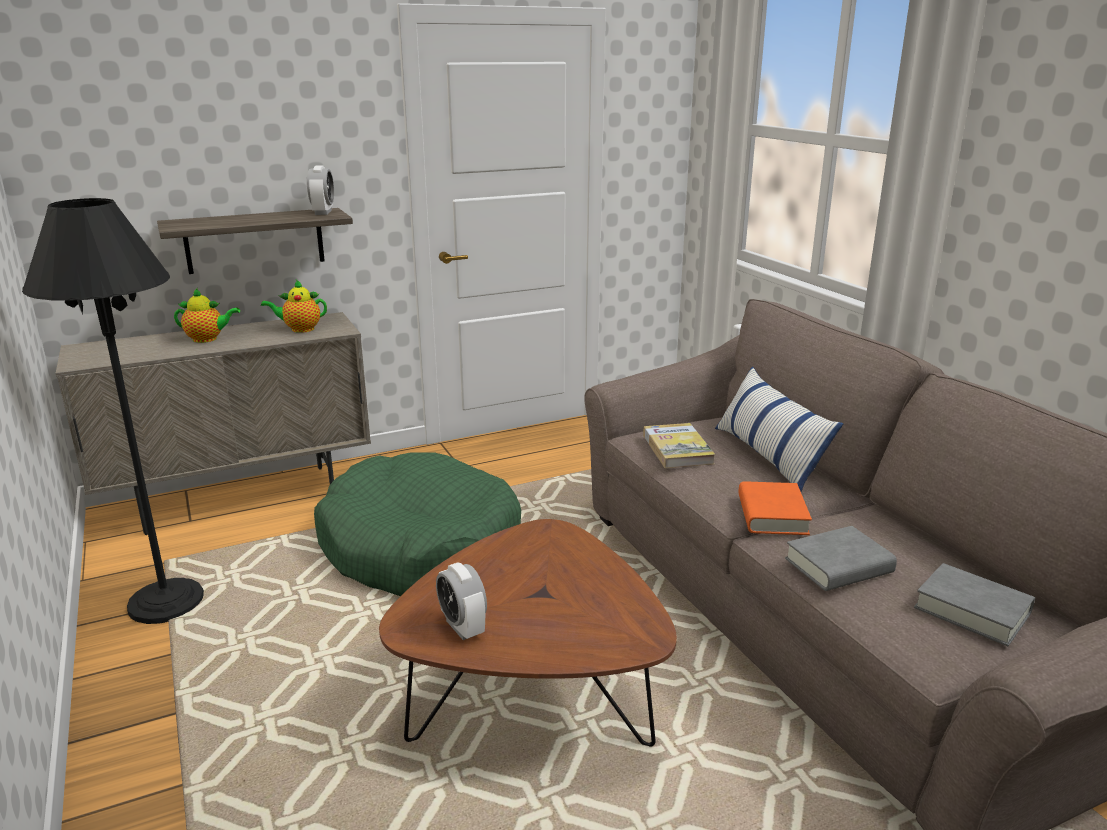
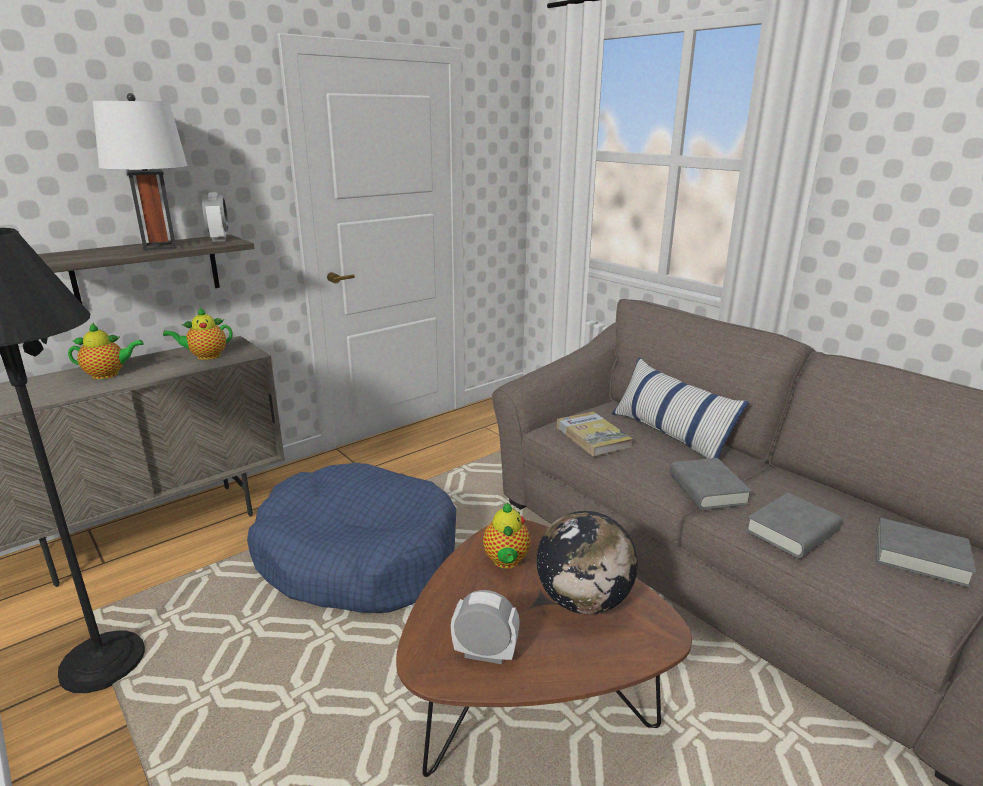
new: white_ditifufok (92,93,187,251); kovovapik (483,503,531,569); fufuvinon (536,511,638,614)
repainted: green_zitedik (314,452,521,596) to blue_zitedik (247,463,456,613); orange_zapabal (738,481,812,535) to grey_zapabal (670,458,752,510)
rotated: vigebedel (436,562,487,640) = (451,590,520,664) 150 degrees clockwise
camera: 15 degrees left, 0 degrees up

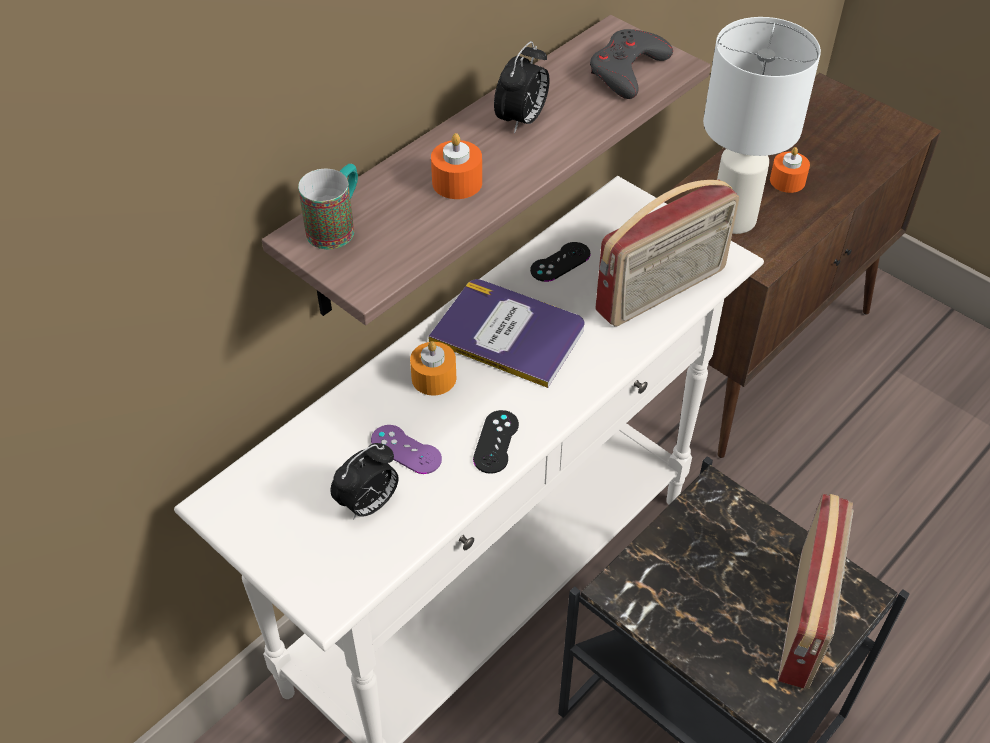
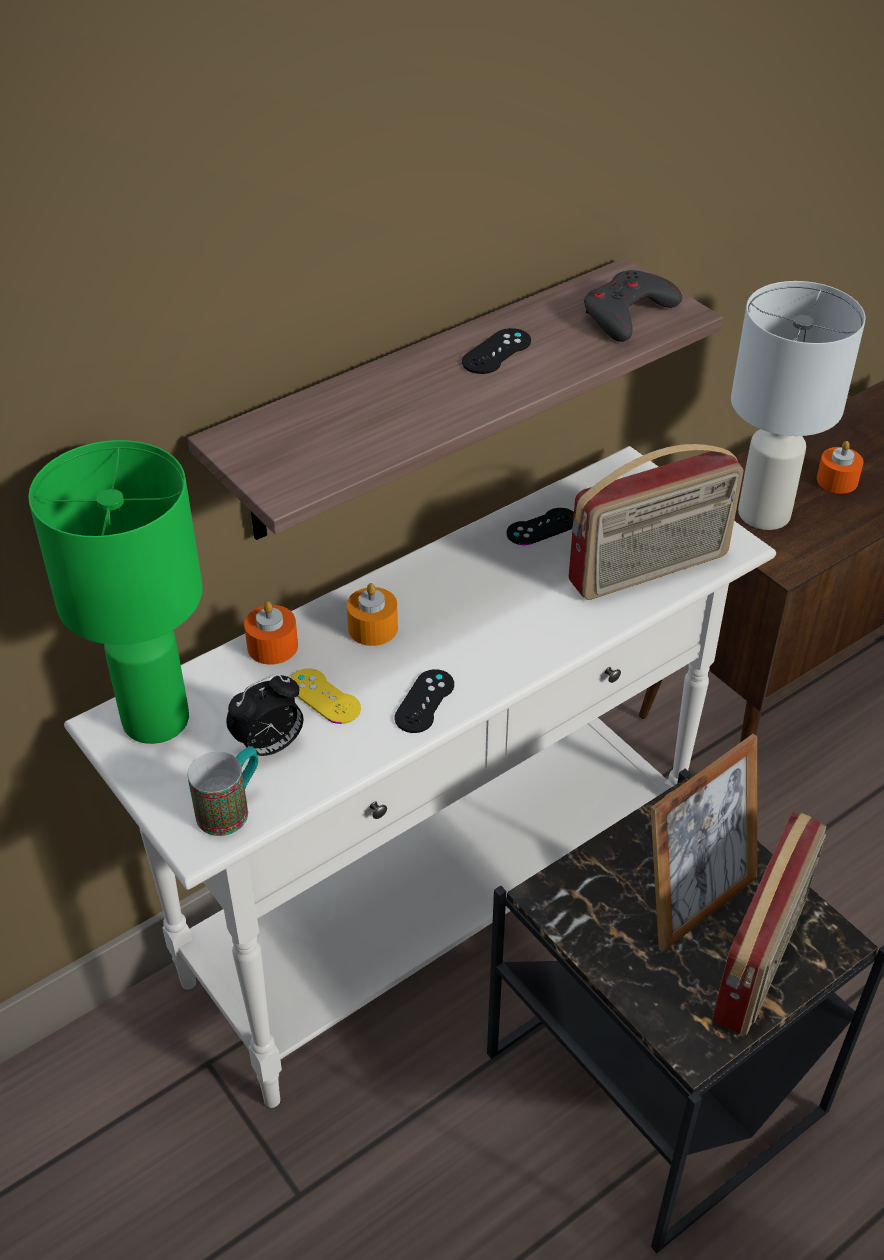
gone: zapabal (428,279,584,388)
new: green_ditifufok (28,440,202,744); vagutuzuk (650,734,757,952)
shifted: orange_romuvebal (431,133,482,199) to (244,601,298,665); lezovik (298,164,358,249) to (188,746,258,836)
swapped: vigebedel (494,41,550,134) to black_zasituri (462,328,531,374)
repainted: purple_zasituri (371,425,442,474) to yellow_zasituri (290,668,361,724)
camera: 10 degrees right, 5 degrees down

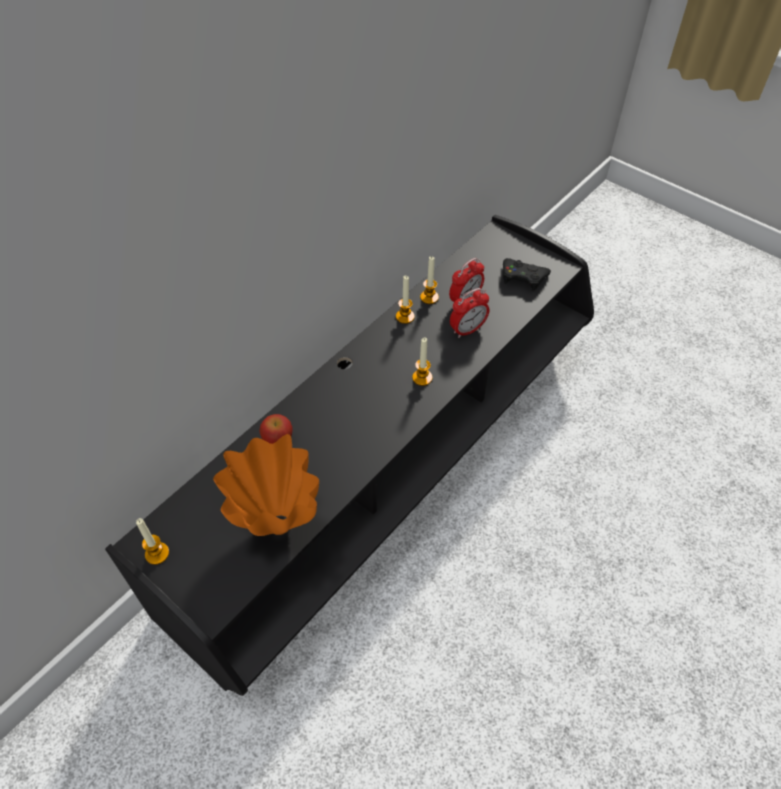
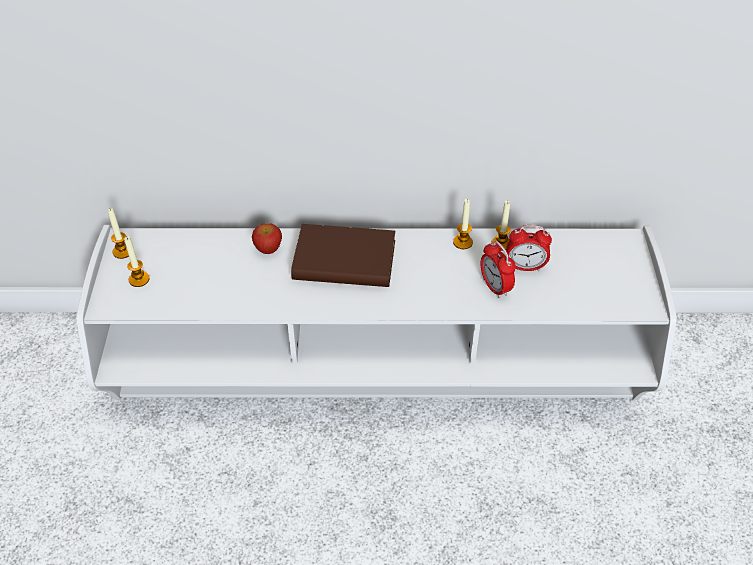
gone: black_zasituri (503,258,551,291); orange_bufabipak (213,434,319,536)
new: brown_zapabal (291,224,395,287)
shifted: romuvebal (412,337,433,386) to (124,236,150,287)
repainted: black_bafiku (105,215,594,696) to white_bafiku (76,225,677,400)
rotated: vigebedel (450,288,489,338) = (480,241,516,298) 45 degrees clockwise
camera: 50 degrees right, 5 degrees down

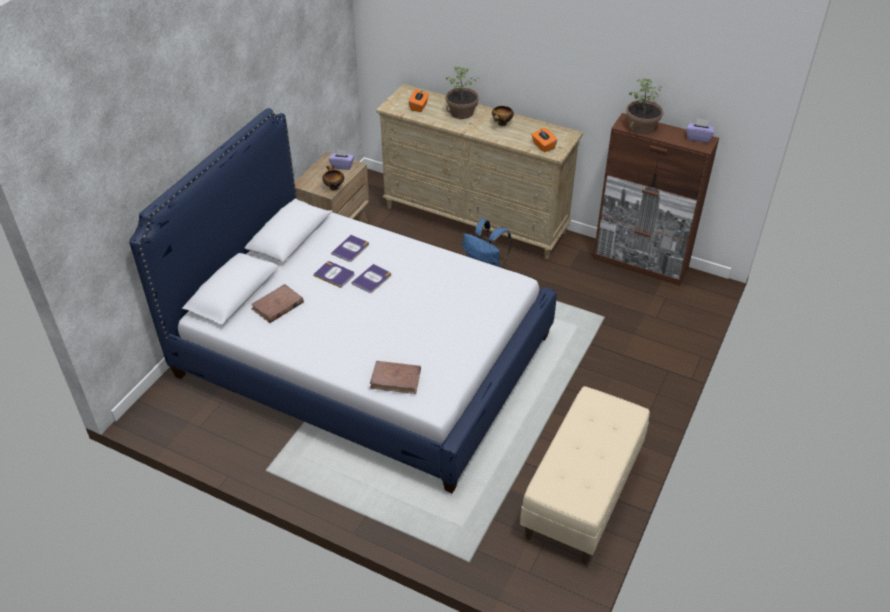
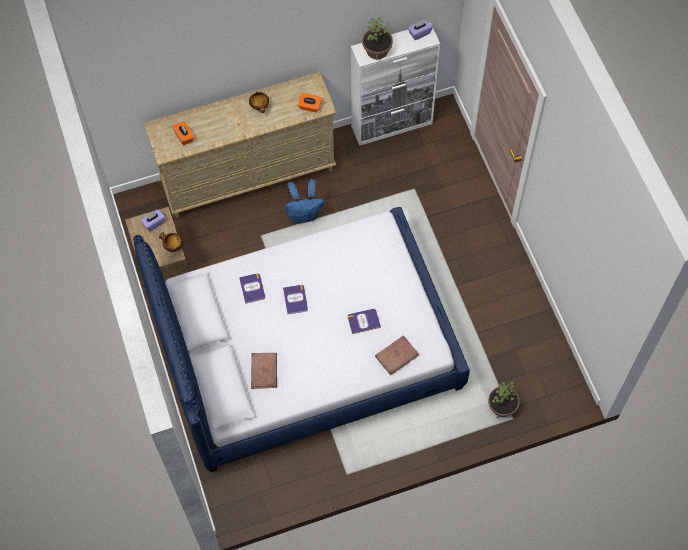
gone: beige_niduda (520,386,650,564)
shifted: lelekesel (446,67,479,119) to (488,381,520,418); zapabal (313,261,355,288) to (348,309,381,334)
repainted: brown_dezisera (593,113,719,286) to white_dezisera (351,23,440,146)
camera: 45 degrees left, 20 degrees up

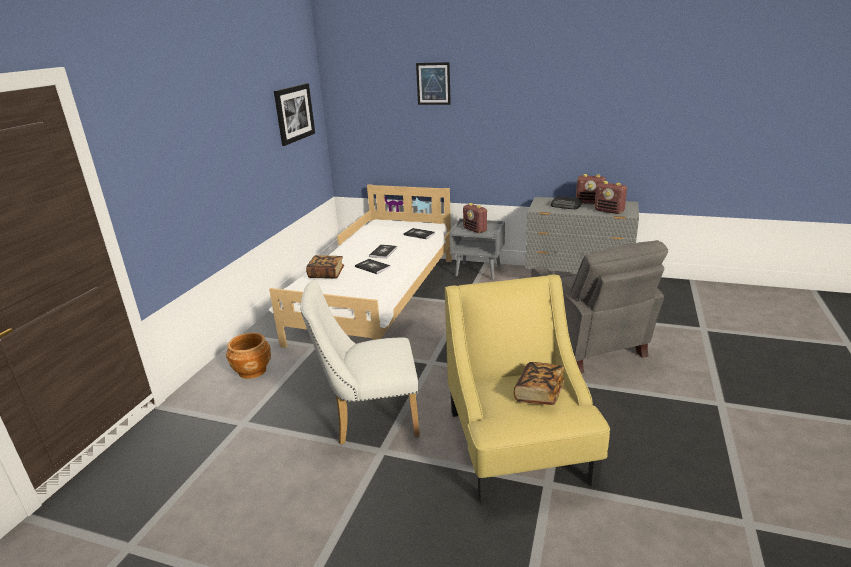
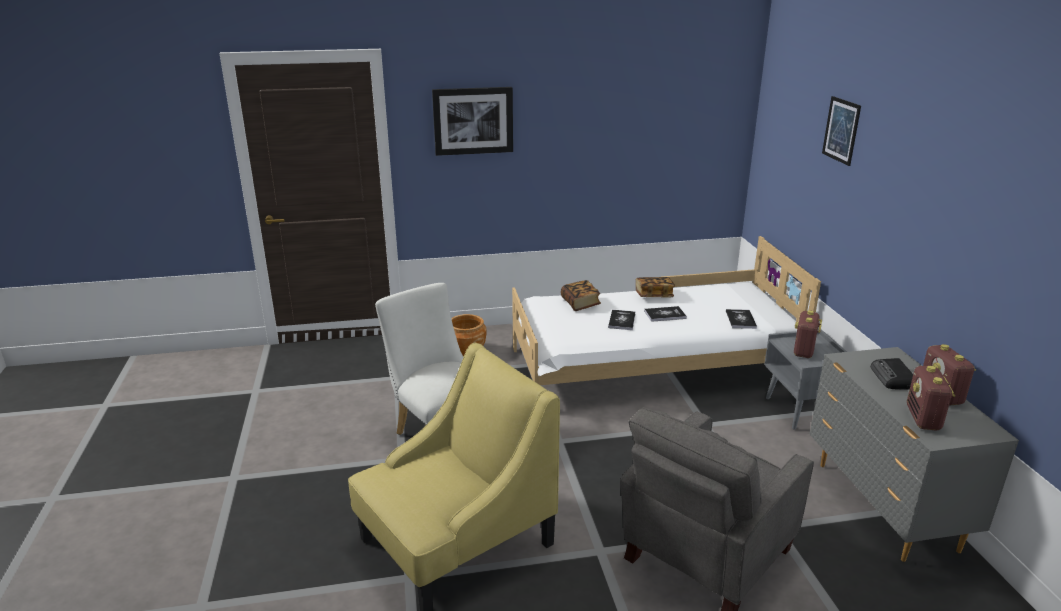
shifted: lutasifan (274,83,315,146) to (432,87,513,156); zapabal (514,362,565,405) to (636,277,675,298)
camera: 60 degrees right, 0 degrees up

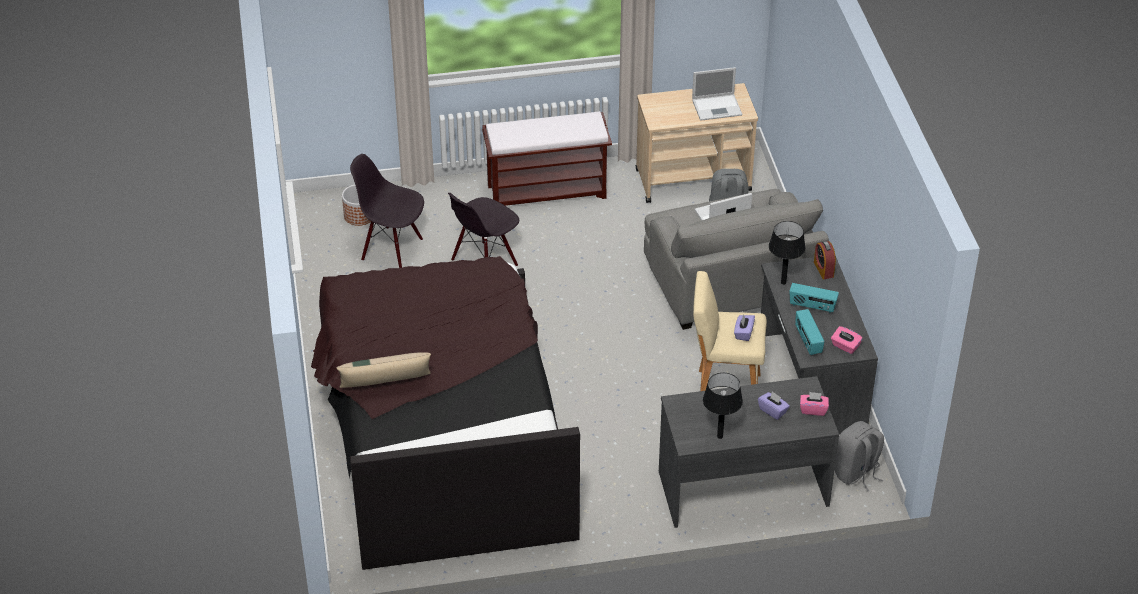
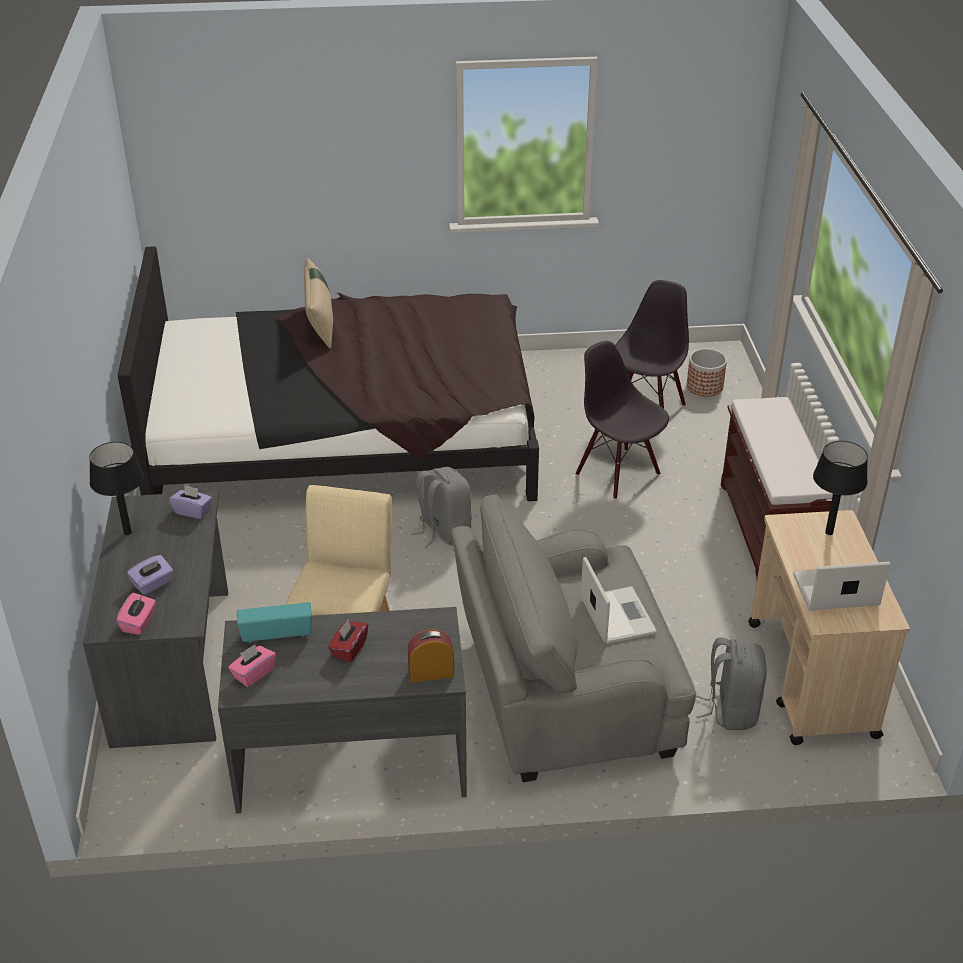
shifted: black_ditifufok (769,221,806,285) to (813,441,868,535); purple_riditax (734,314,755,341) to (169,485,212,519); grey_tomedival (835,421,884,491) to (411,467,472,548)
swapped: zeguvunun (789,283,839,313) to red_riditax (328,620,368,662)
rotated: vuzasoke (692,67,742,121) = (793,561,890,611) 90 degrees clockwise
camera: 95 degrees right, 5 degrees down

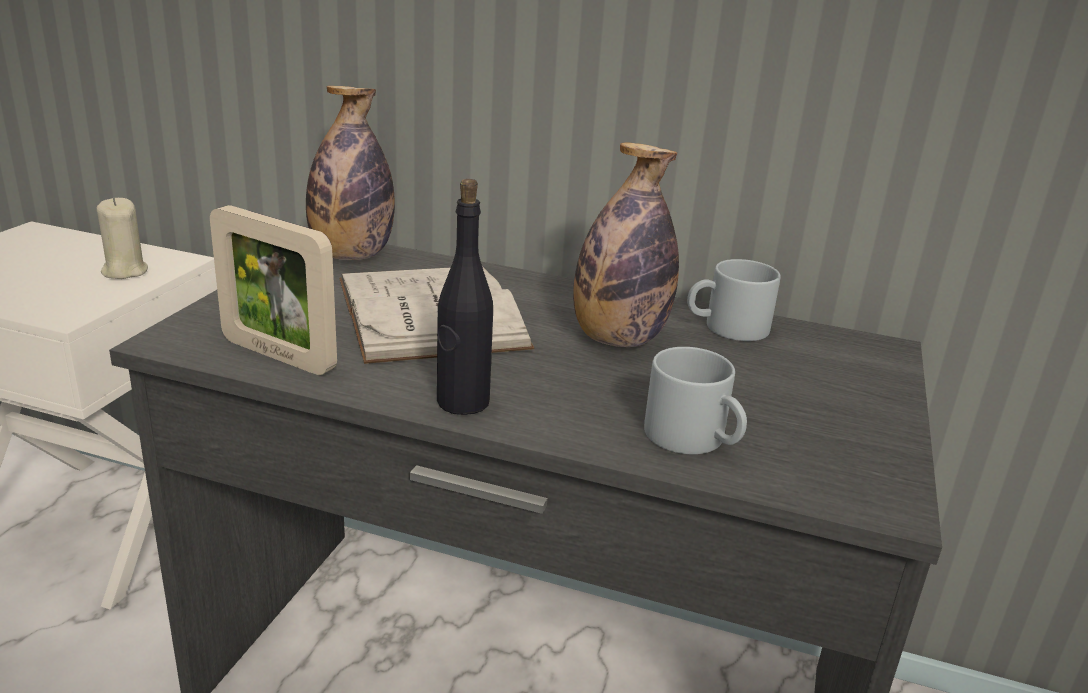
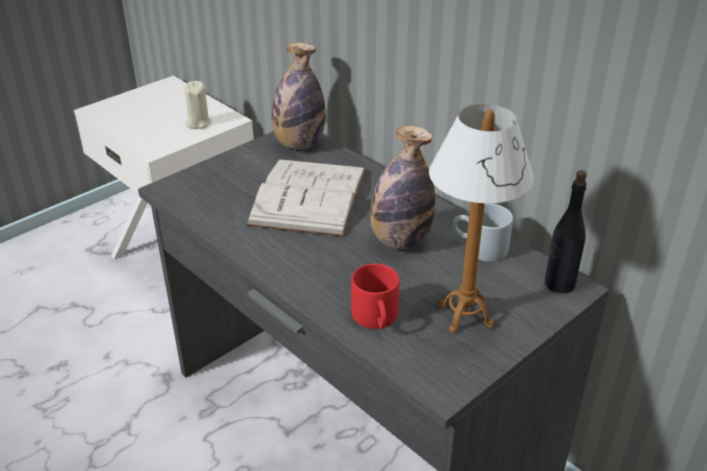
gone: vagutuzuk (210,205,337,375)
new: ditifufok (429,104,534,334)
shifted: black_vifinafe (437,179,493,415) to (545,170,587,294)
repainted: grey_lezovik (644,347,747,454) to red_lezovik (351,264,399,329)
camera: 30 degrees right, 10 degrees up

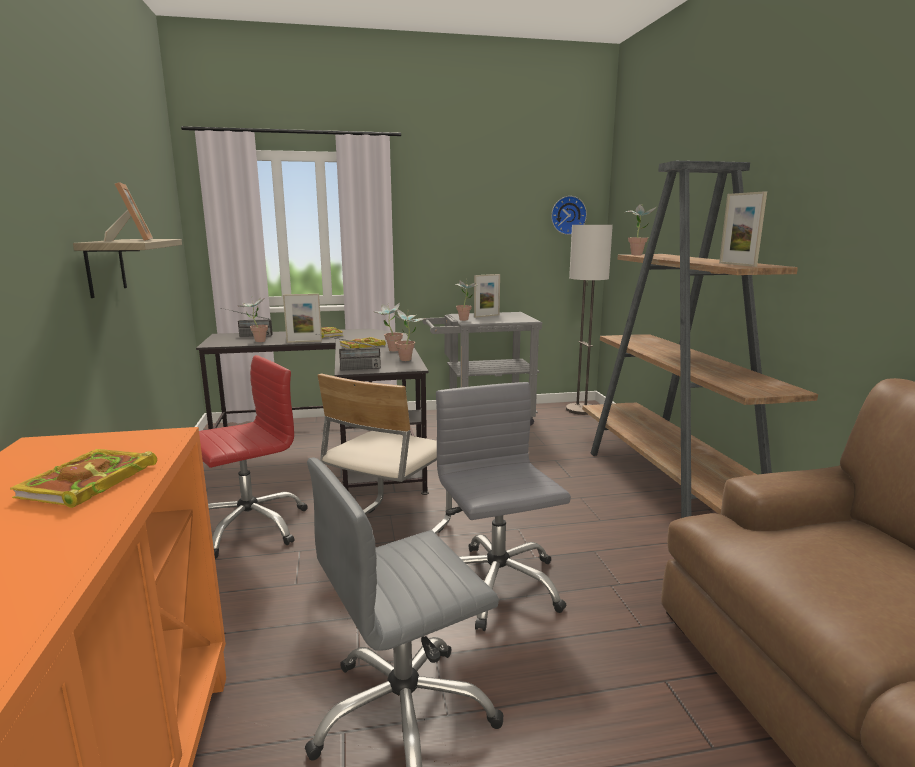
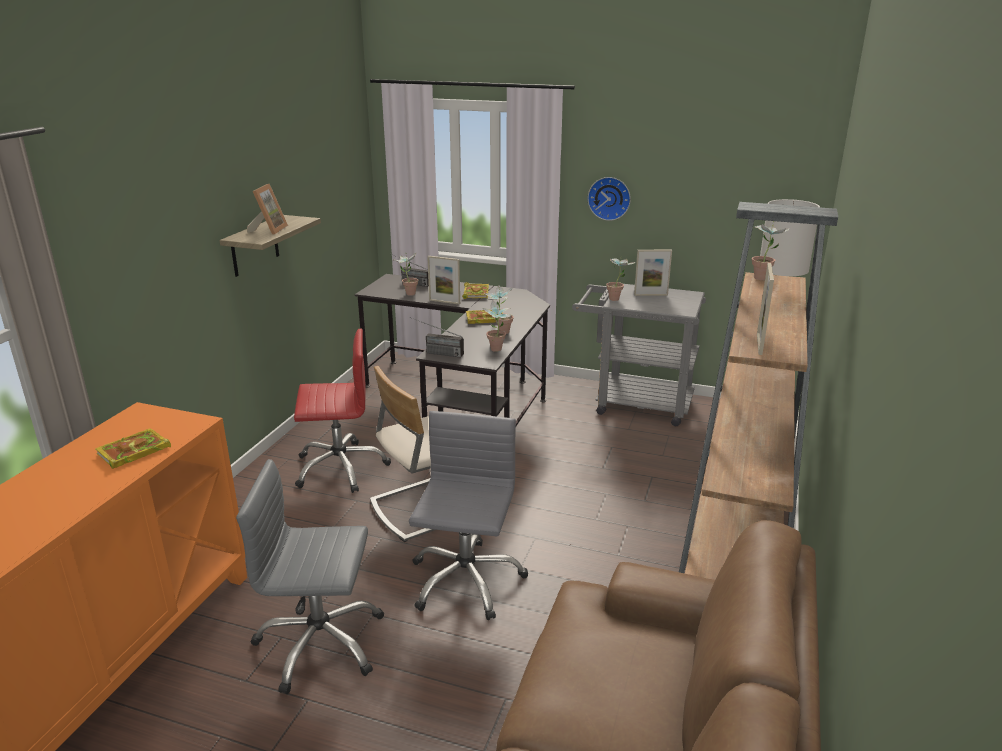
shifted: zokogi (551,196,587,235) to (588,177,631,221)
camera: 30 degrees right, 10 degrees up

